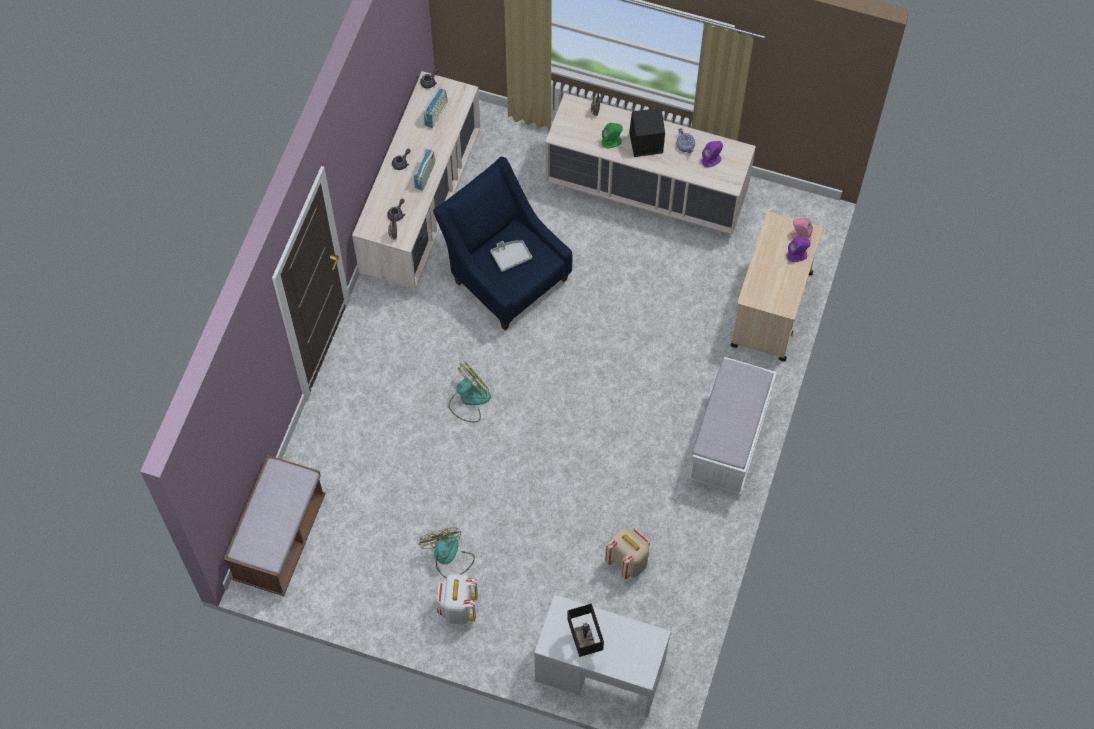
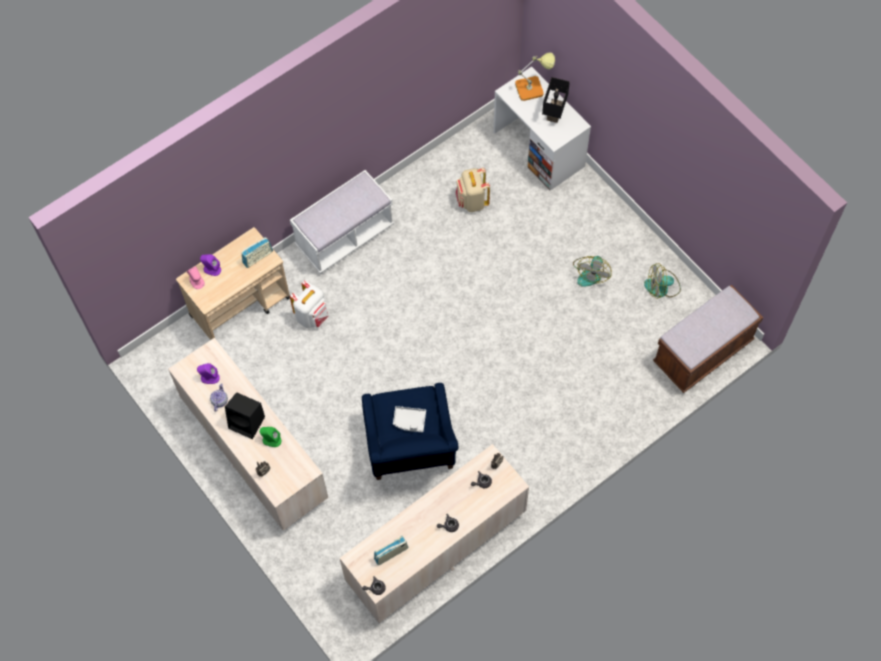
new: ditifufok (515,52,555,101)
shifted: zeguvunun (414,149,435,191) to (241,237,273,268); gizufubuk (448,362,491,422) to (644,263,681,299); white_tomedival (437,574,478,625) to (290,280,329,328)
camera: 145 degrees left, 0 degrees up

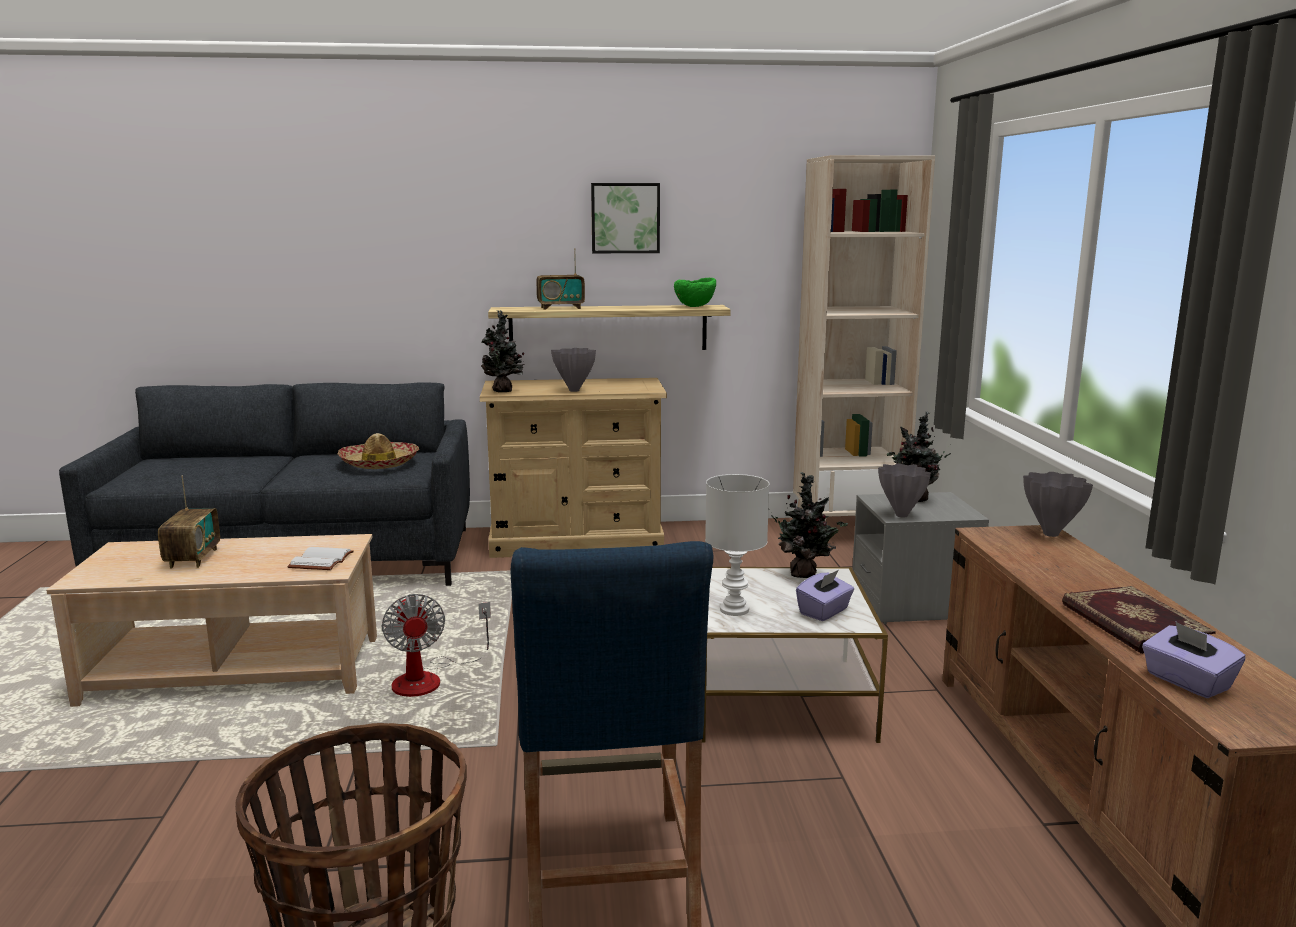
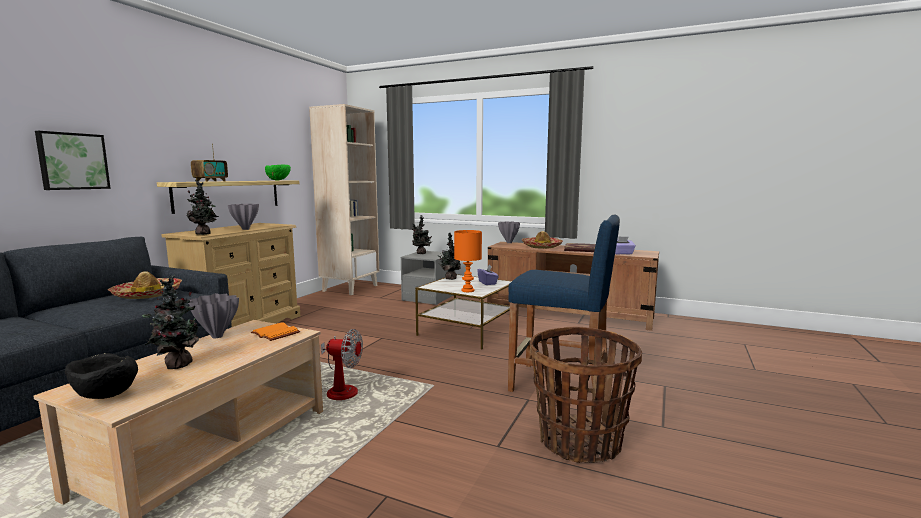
new: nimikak (522,231,563,249); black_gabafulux (65,353,138,399)
shifted: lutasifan (591,183,660,253) to (35,131,111,190); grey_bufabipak (878,464,931,518) to (188,293,239,338)
swapped: zeguvunun (158,476,220,569) to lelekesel (142,275,202,369)
repainted: white_ditifufok (705,474,769,616) to orange_ditifufok (454,230,482,292); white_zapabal (287,547,354,570) to orange_zapabal (251,323,300,341)
camera: 60 degrees left, 5 degrees down

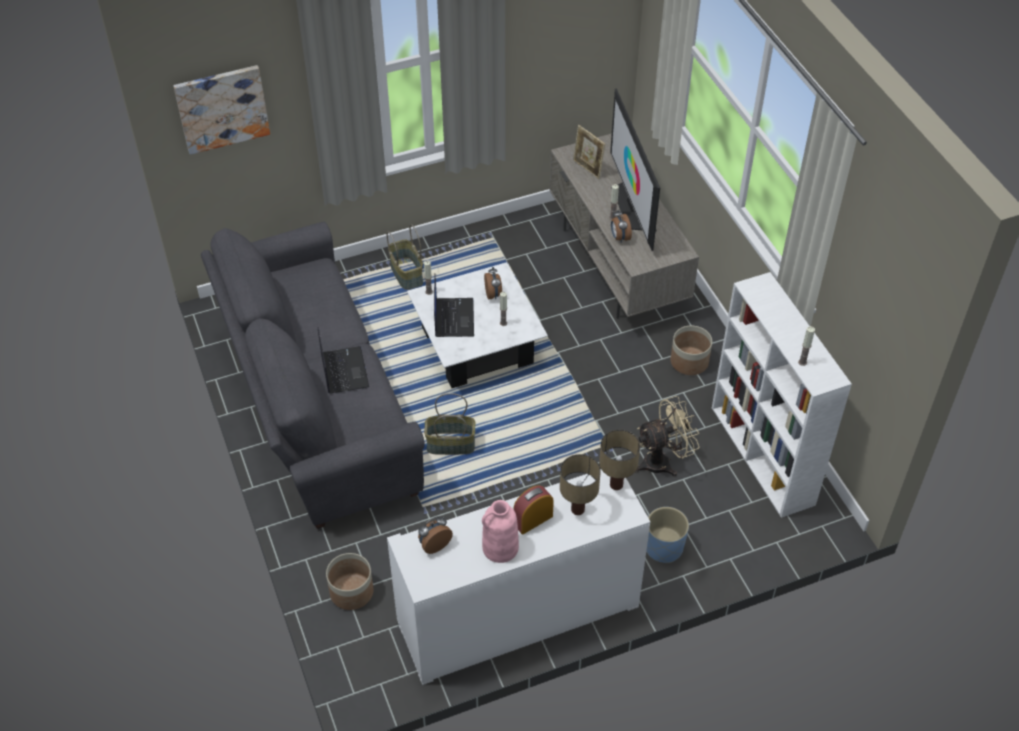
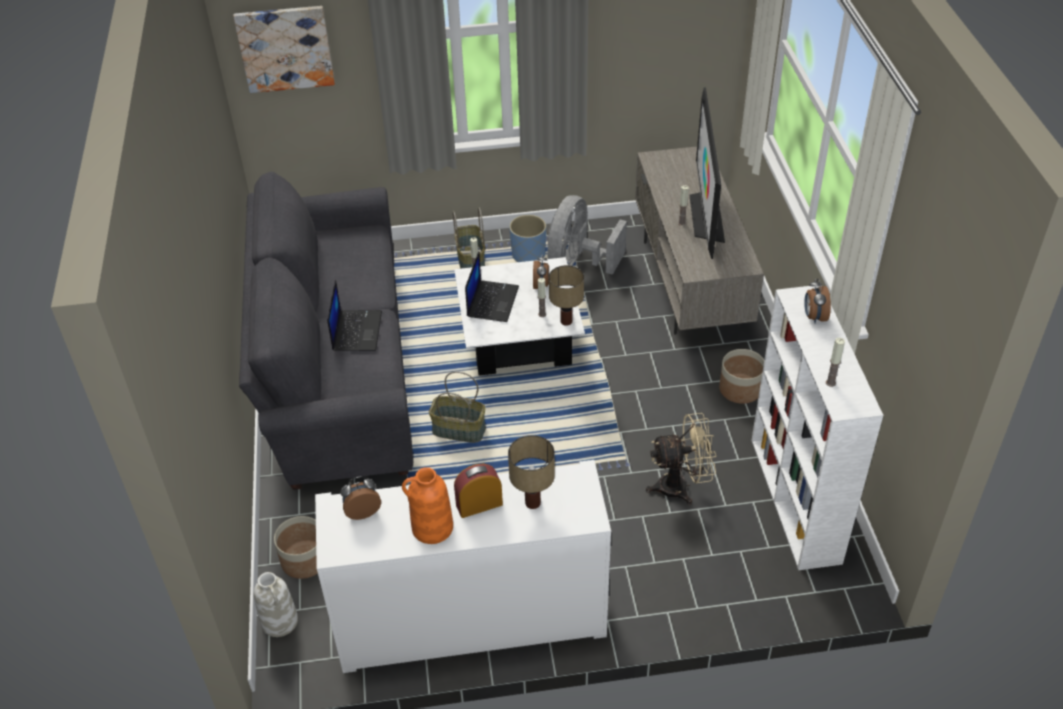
gone: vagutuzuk (573,125,605,179)
new: grey_gizufubuk (547,195,627,275); white_bufabipak (254,572,298,637)
shifted: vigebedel (611,209,632,243) to (804,279,831,323); ditifufok (599,430,640,490) to (549,265,584,326); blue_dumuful (646,507,689,563) to (509,215,546,262)
repainted: pink_bufabipak (482,500,519,563) to orange_bufabipak (402,467,453,544)
camera: 15 degrees right, 5 degrees down

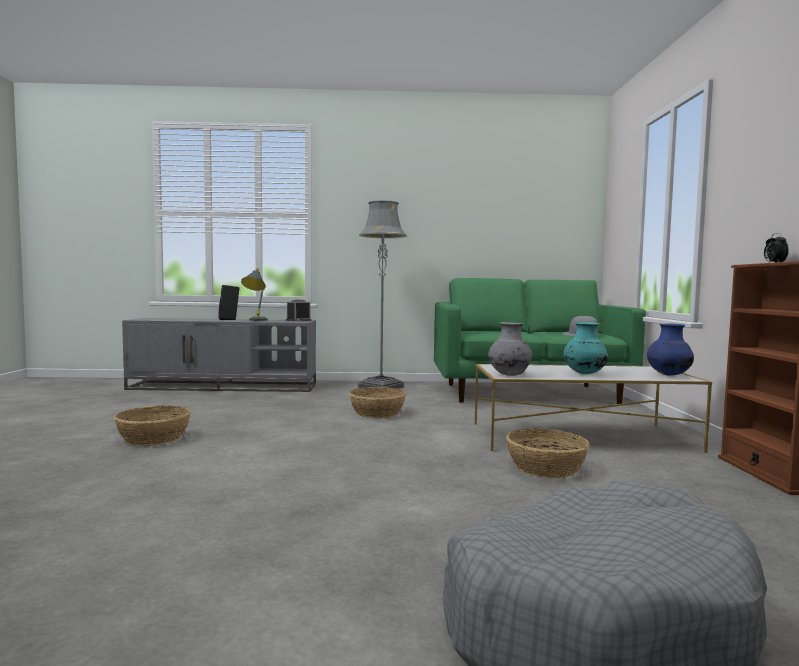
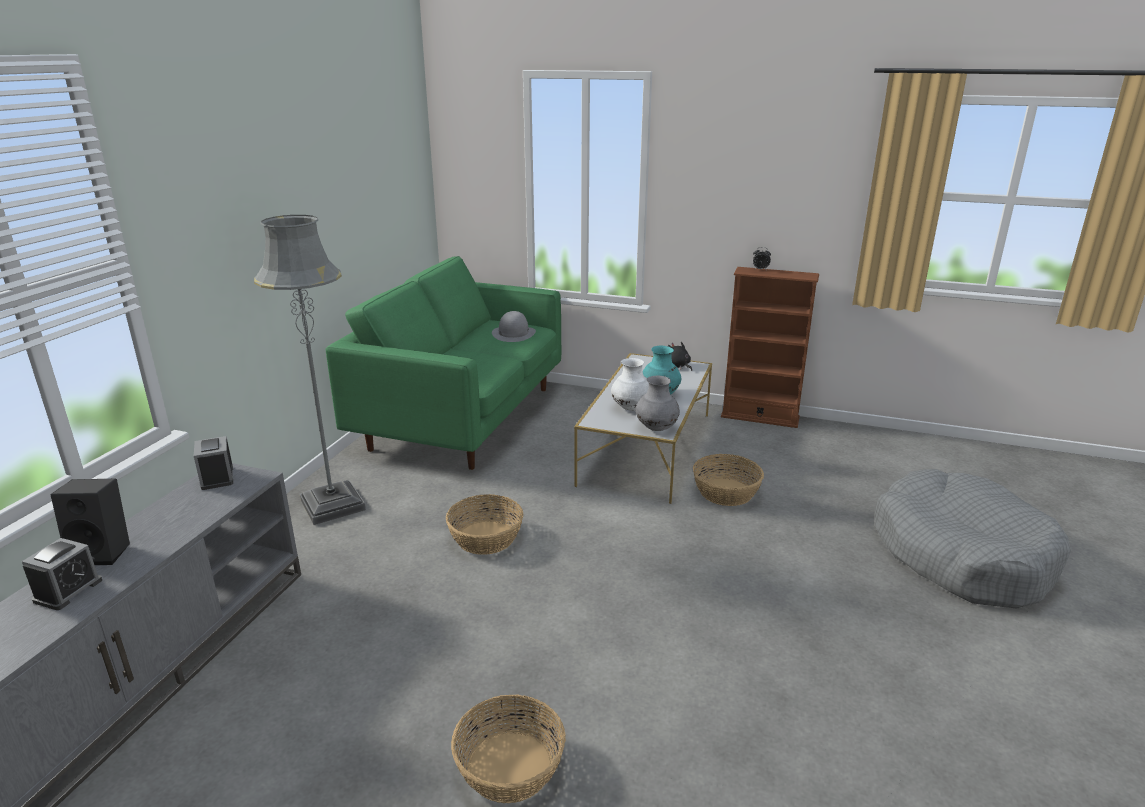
gone: grey_ditifufok (241,268,267,321)
new: white_bufabipak (611,358,649,411); vigebedel (22,538,102,610)
swapped: blue_bufabipak (647,323,694,376) to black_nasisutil (668,342,692,371)
camera: 70 degrees left, 20 degrees up

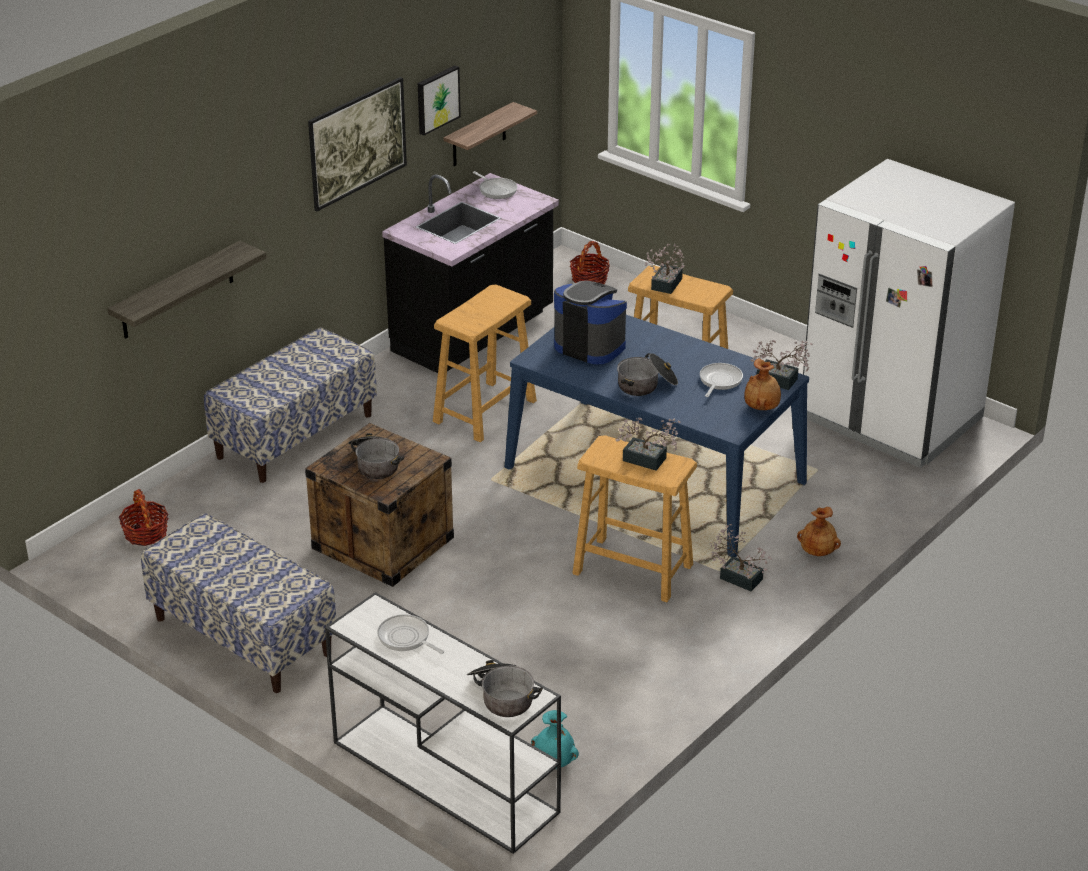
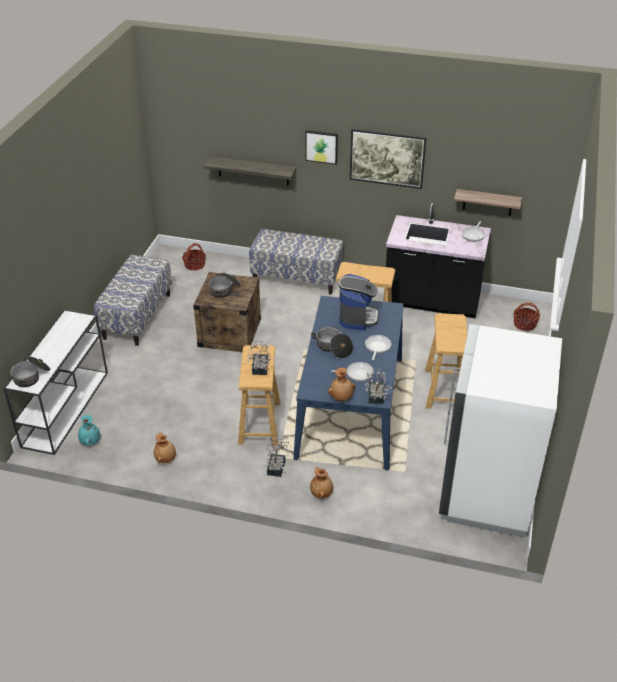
gone: lelekesel (645,244,684,294)
new: brown_bufabipak (154,432,176,463)
shifted: lutasifan (418,65,461,135) to (305,130,338,165); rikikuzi (377,614,444,654) to (365,335,392,361)
camera: 65 degrees right, 5 degrees up

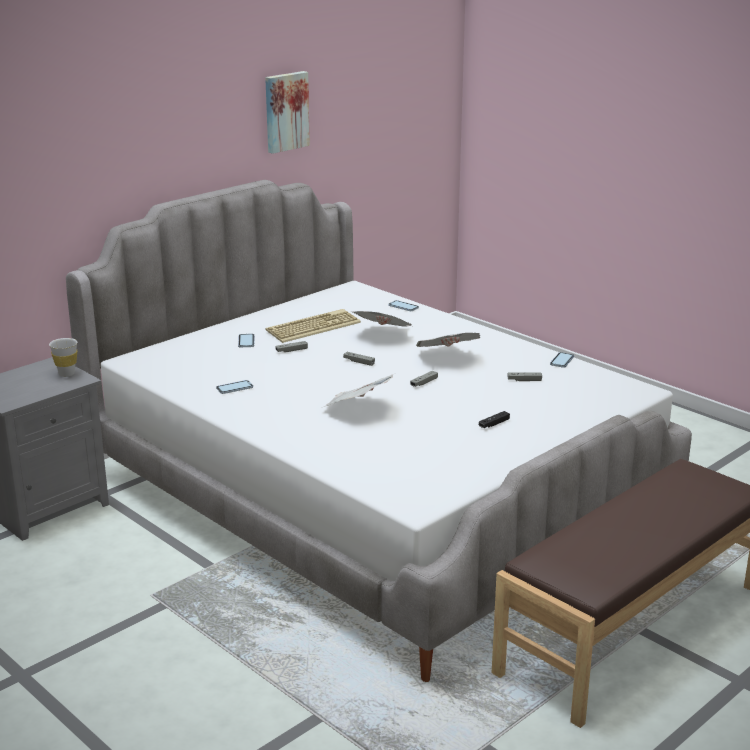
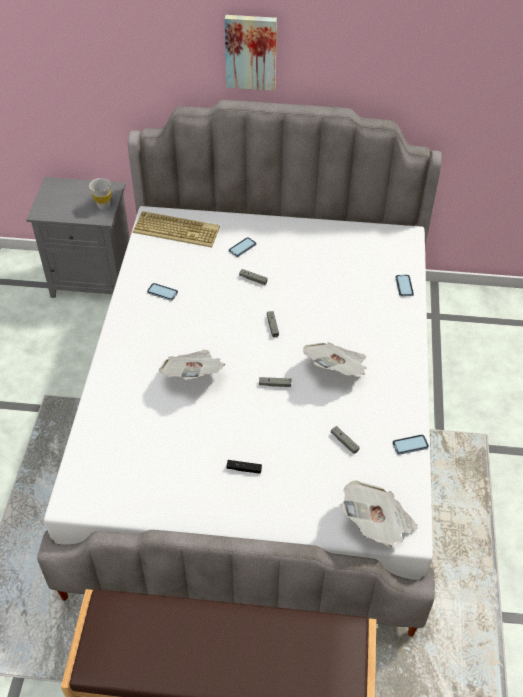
shifted: lutasifan (265,71,310,154) to (225,15,277,91); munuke (266,309,361,343) to (133,211,220,248); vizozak (353,311,412,327) to (341,480,418,547)
camera: 50 degrees right, 25 degrees up

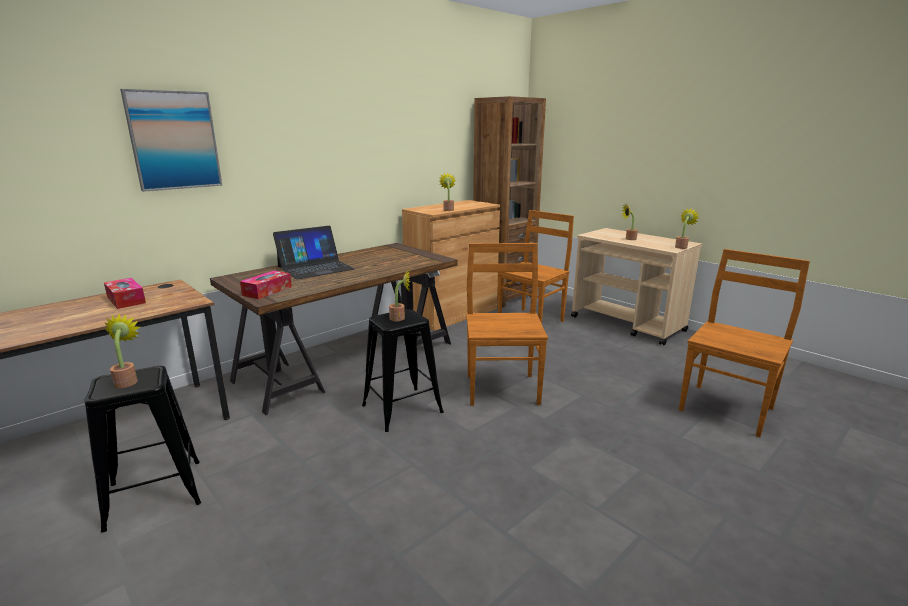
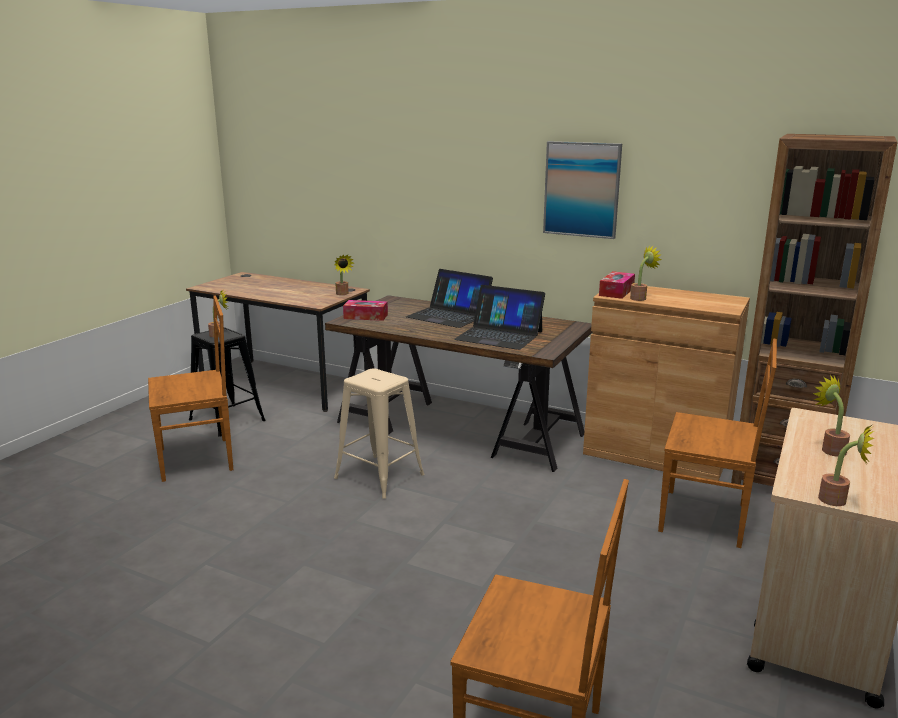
new: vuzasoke (454,285,545,350)
shifted: lutasifan (120,89,223,192) to (543,141,622,239); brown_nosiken (466,243,548,406) to (148,296,233,482); lelekesel (389,270,410,321) to (334,254,354,295); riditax (104,278,146,309) to (599,271,635,299)
repainted: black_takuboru (362,309,444,432) to beige_takuboru (334,369,425,499)
camera: 70 degrees right, 0 degrees up

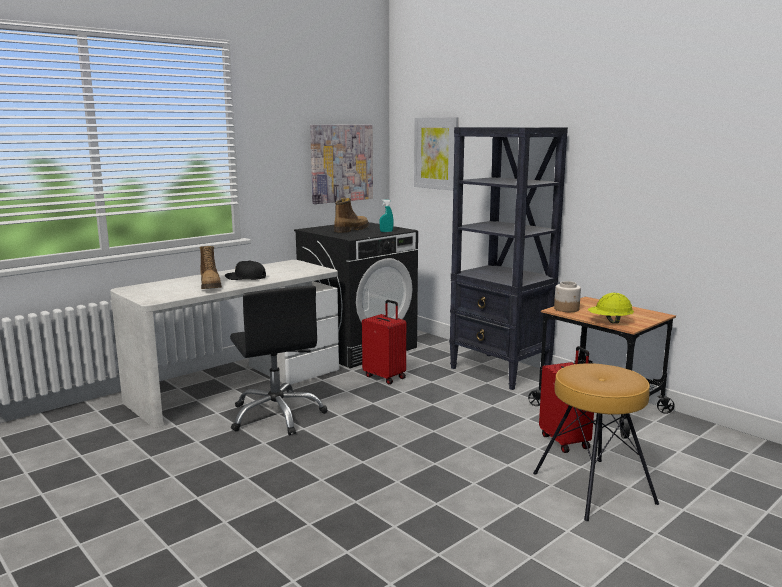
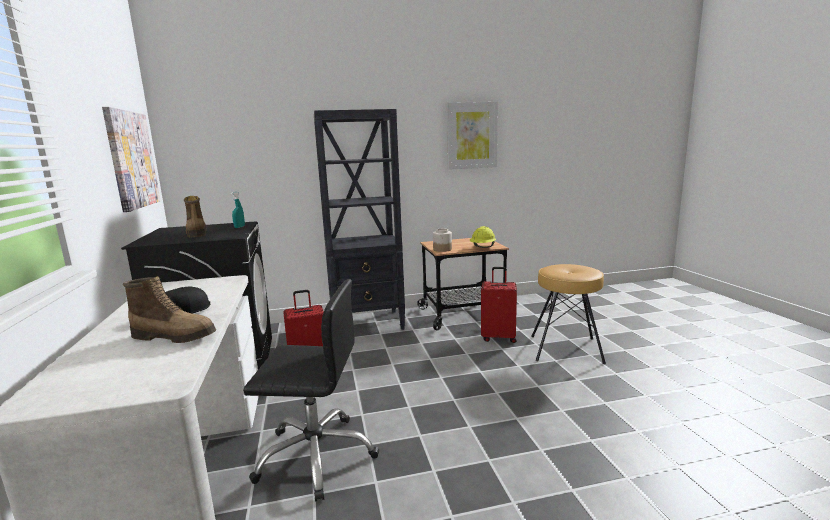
shifted: lutasifan (414,117,459,191) to (447,102,498,170)
camera: 60 degrees left, 0 degrees up

